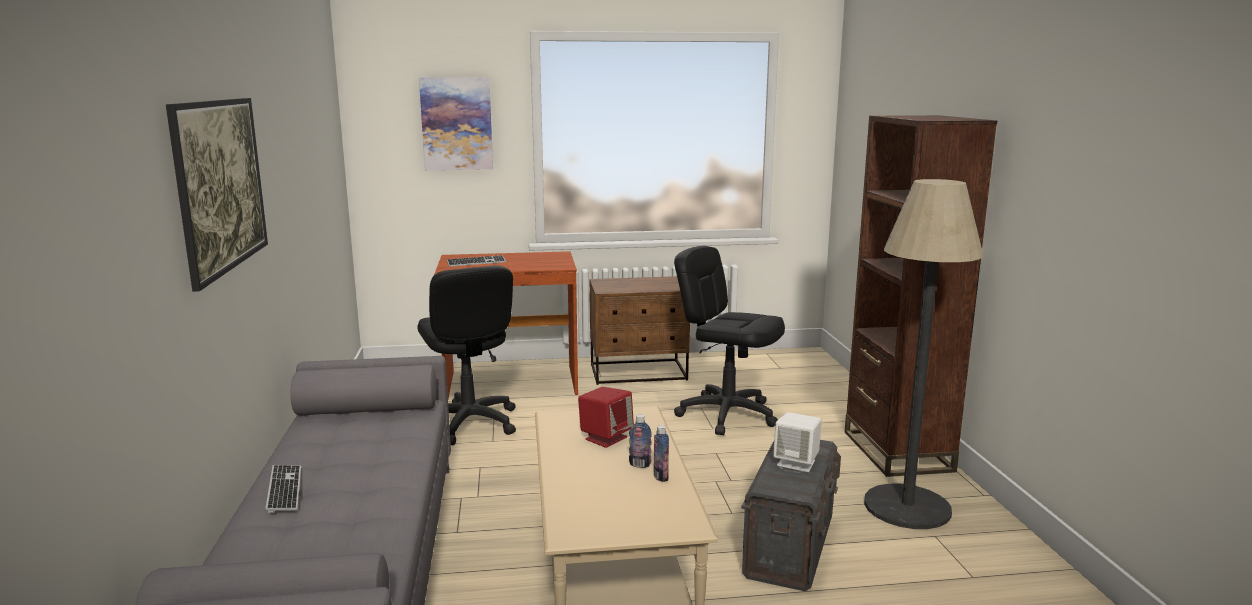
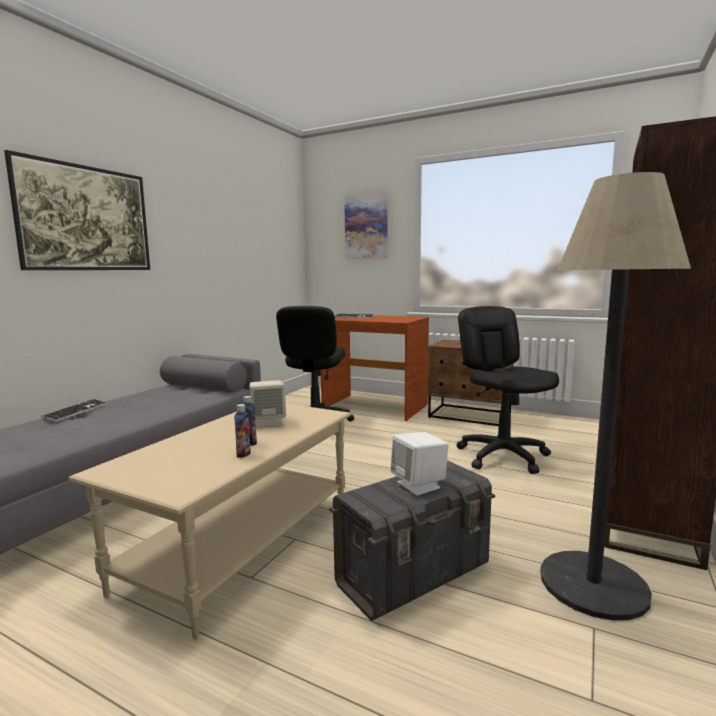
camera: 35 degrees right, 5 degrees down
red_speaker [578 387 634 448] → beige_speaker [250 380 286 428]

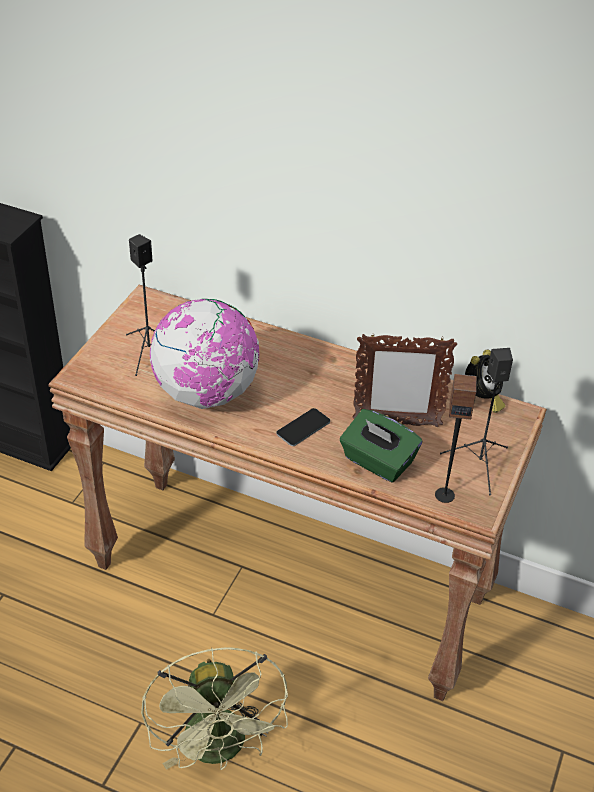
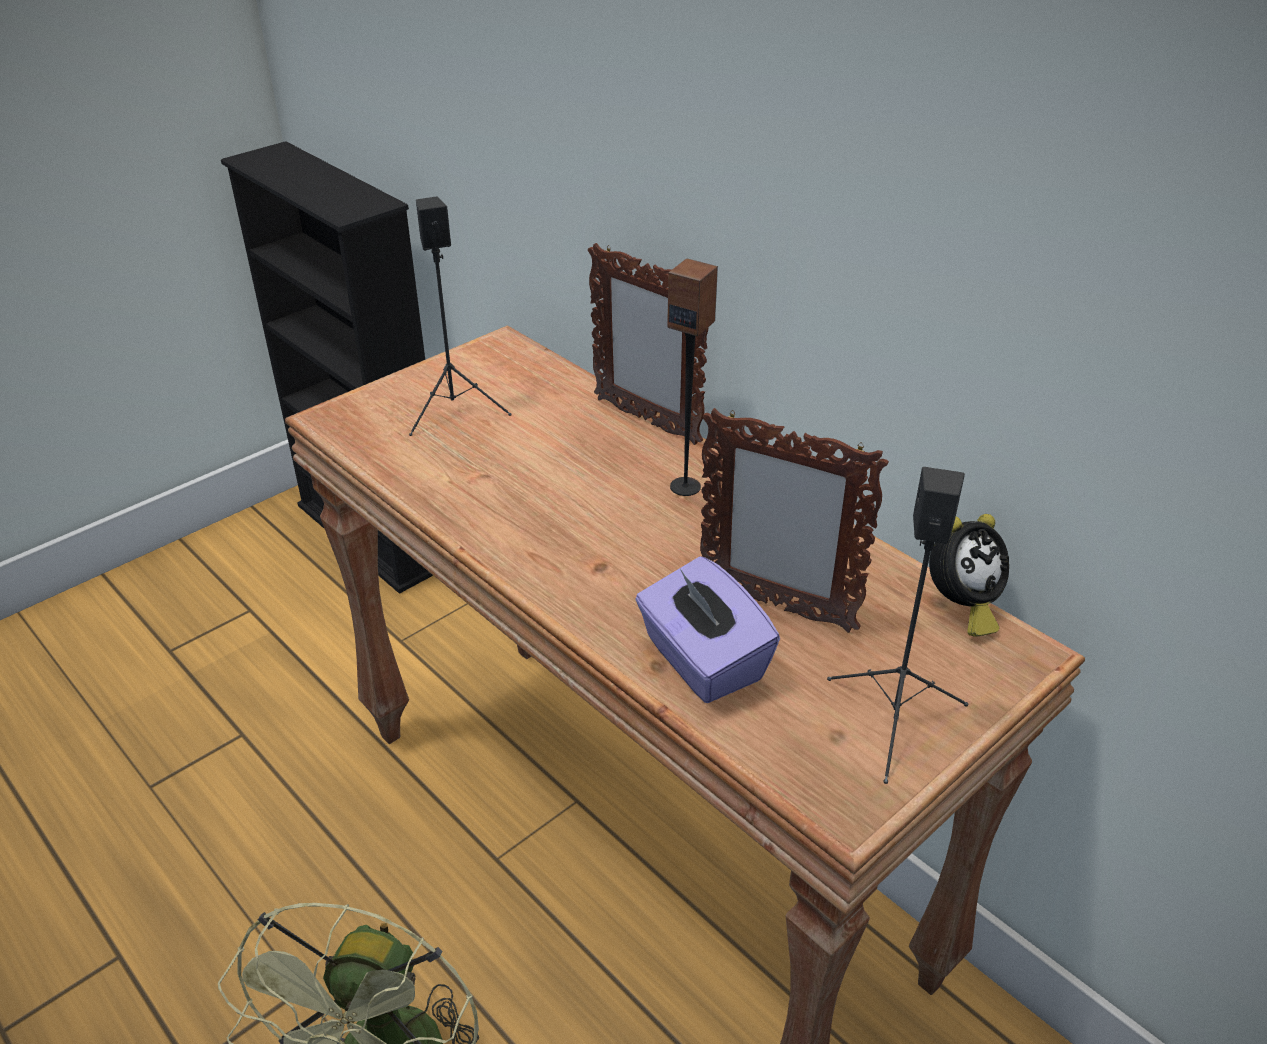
camera: 25 degrees right, 5 degrees down
globe [150 299 260 409] → -
phone [276 408 330 446] → -
green_tissue_box [340 409 422 482] → purple_tissue_box [635 556 780 703]
speaker [435 374 477 503] → speaker [667 258 718 496], move
- → picture_frame [588 243 709 445]

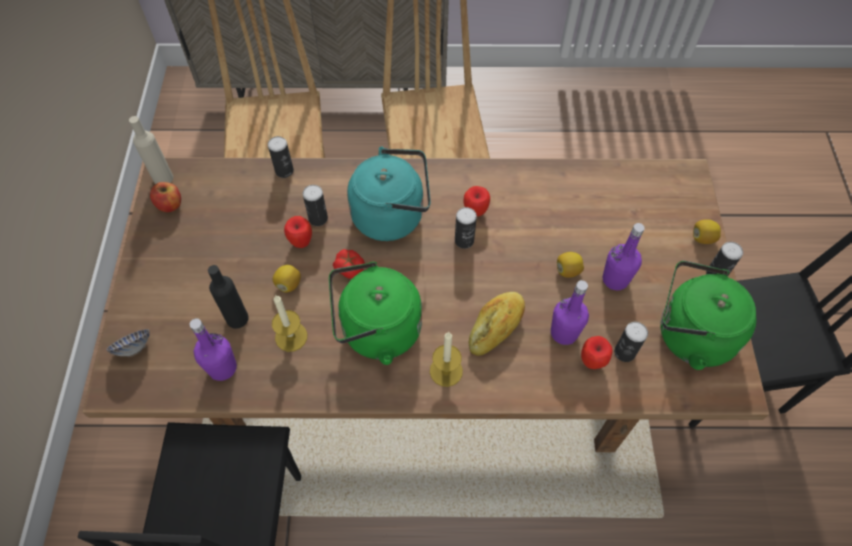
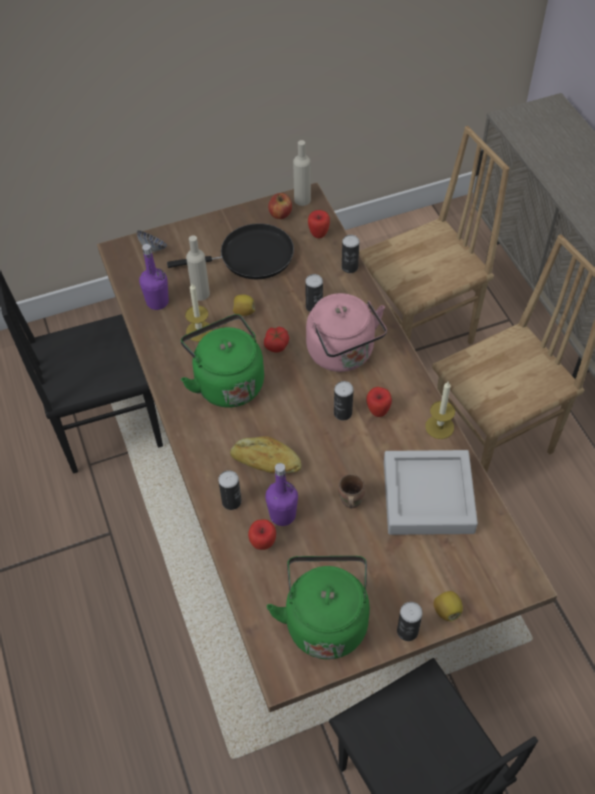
camera: 70 degrees right, 5 degrees down
black_bottle [208 265 249 329] → beige_bottle [186 235 210 301]
apple [284 216 312 248] → apple [308 210 330 238], move
turquoise_kettle [347 147 431 241] → pink_kettle [306 293 387 372]
candle [430 332 463 387] → candle [425 382 455 439], move
lemon [557 252 584 278] → brown_mug [338 474 365 509]
purple_bottle [603 223 645 290] → -
can [614 322 648 362] → can [218 470 242 510], move
- → black_frying_pan [167 223 294 279]
- → grey_tray [384 450 478 535]

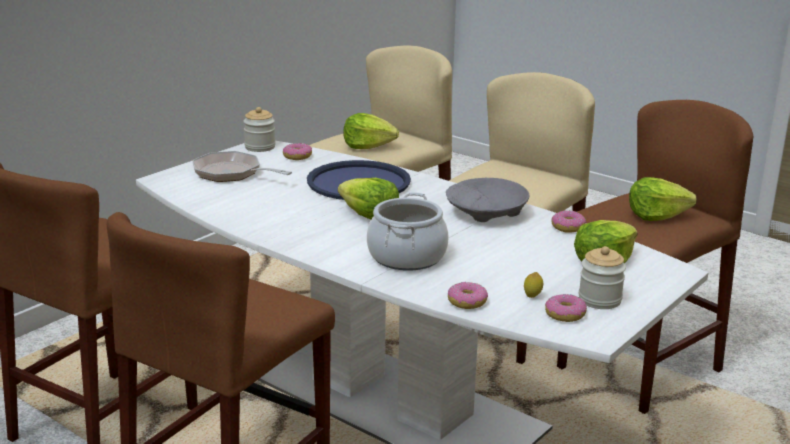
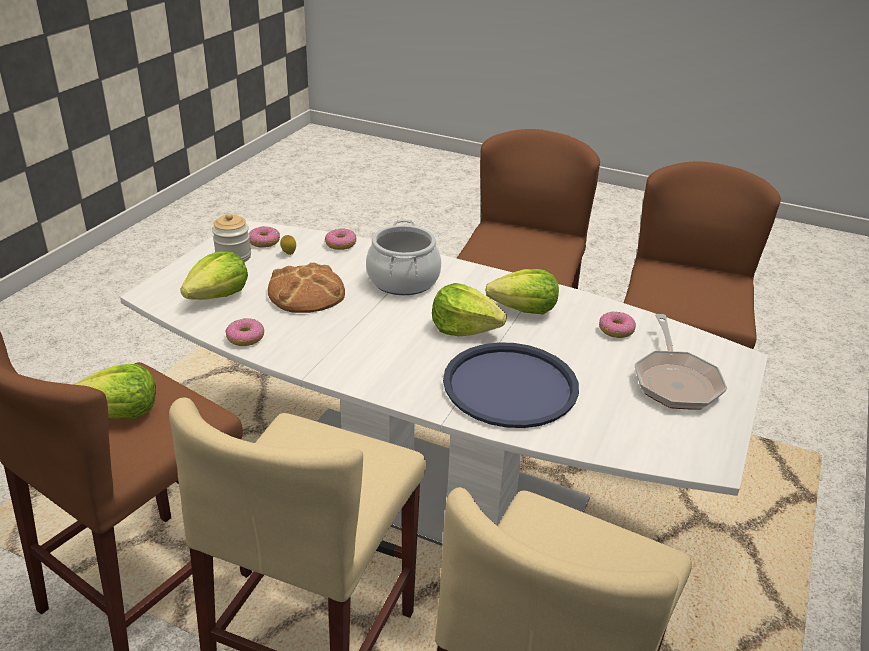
camera: 165 degrees right, 10 degrees up
frying_pan [192 151 292 182] → frying_pan [635 314 727 409], 75 degrees clockwise
jar [243 107 276 152] → -
donut [283 143 312 160] → donut [599 311 636 338], move
lettuce [343 113 399 149] → lettuce [485 269 559 314], move
grey_bowl [446 178 529 222] → -
- → bread [268 262 345 313]

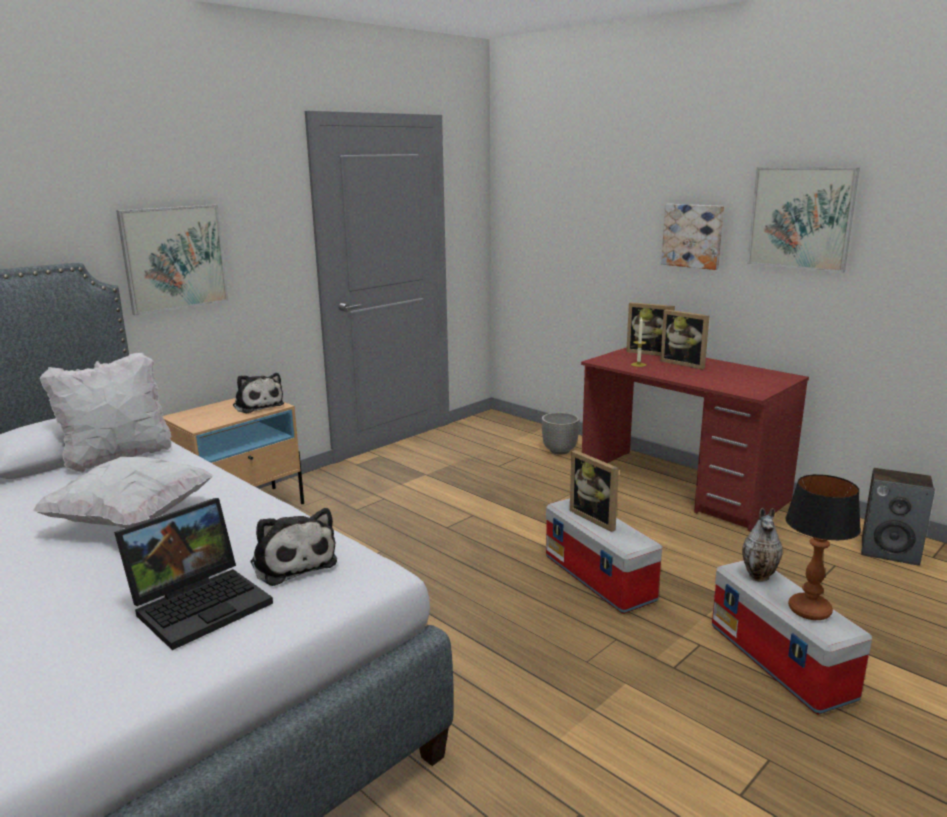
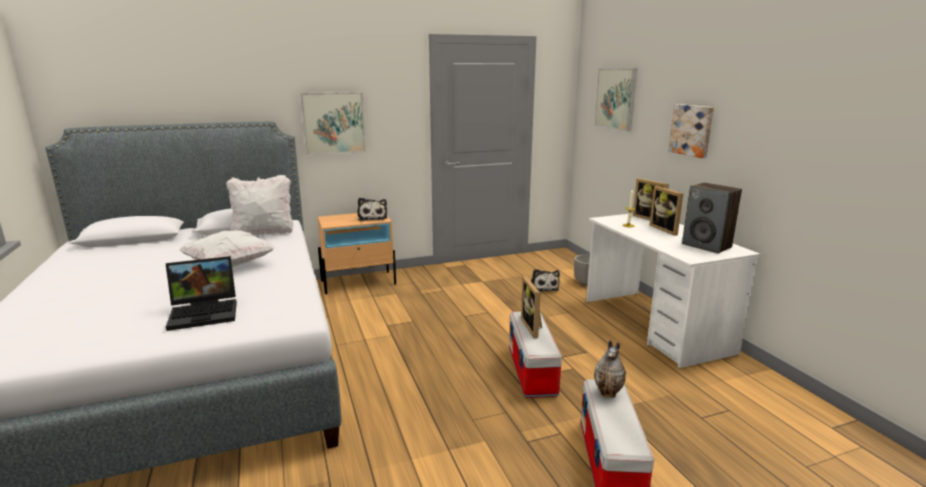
camera: 25 degrees right, 0 degrees up
plush_toy [250 508 337 586] → plush_toy [531 269 560 292], move
red_desk [581 347 809 532] → white_desk [586 213 760 369]
picture [747 167 860 273] → picture [594 68 637 132], move
table_lamp [785 474 861 620] → -
speaker [861 468 935 566] → speaker [682 183 742 254], move

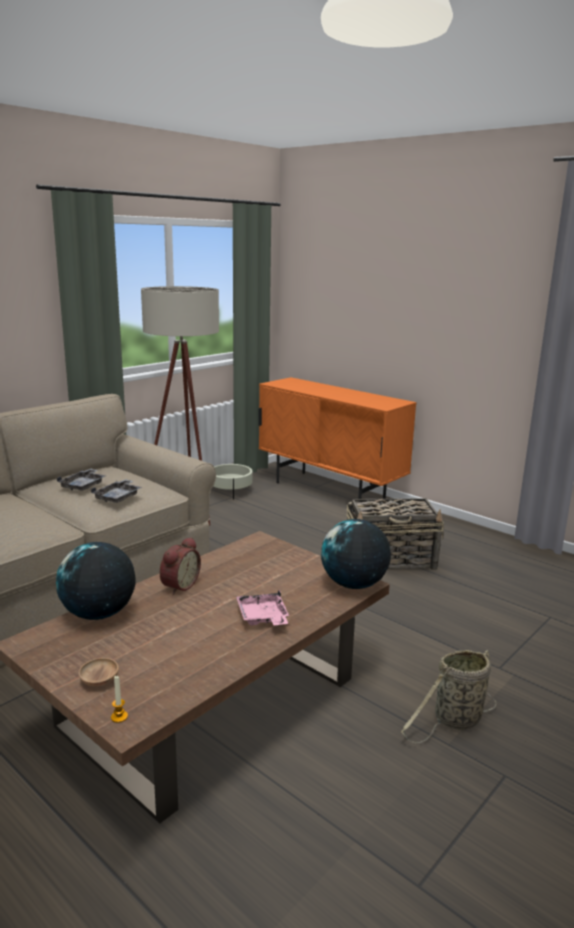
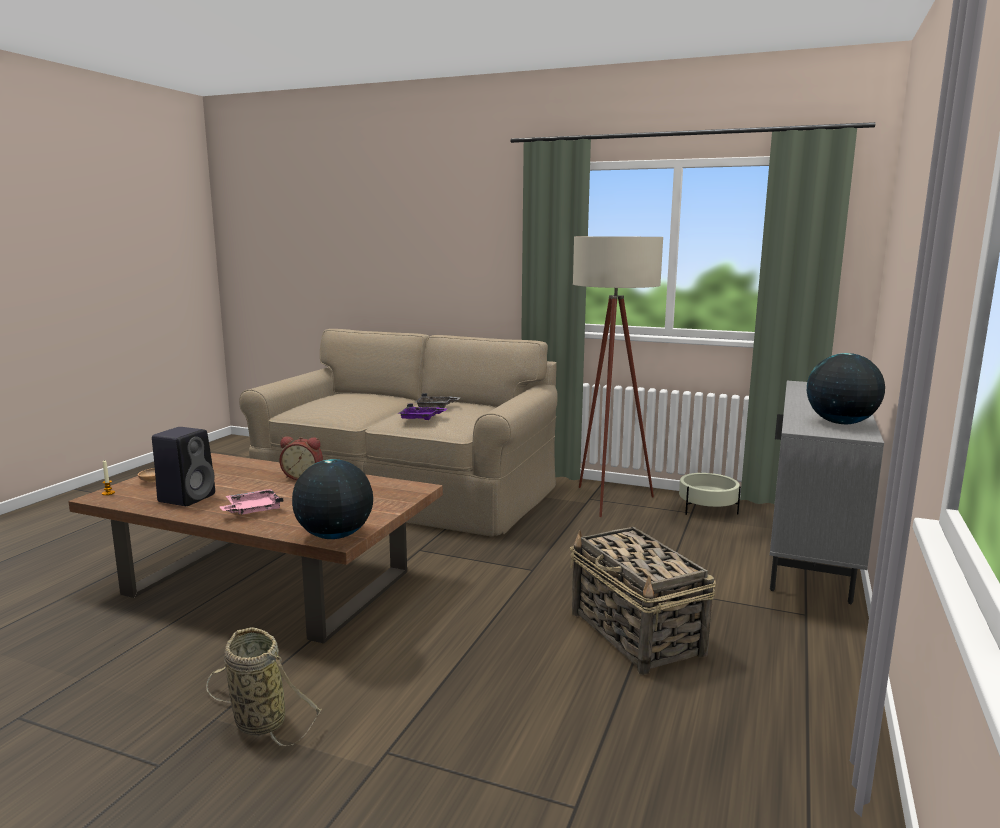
camera: 70 degrees right, 5 degrees down
globe [56 542 136 620] → globe [807 353 885 424], move
grey_tray [91 479 142 503] → purple_tray [398 403 447 420]
orange_cabinet [258 377 416 499] → grey_cabinet [770 381 884 604]
- → black_speaker [152 427 215 506]

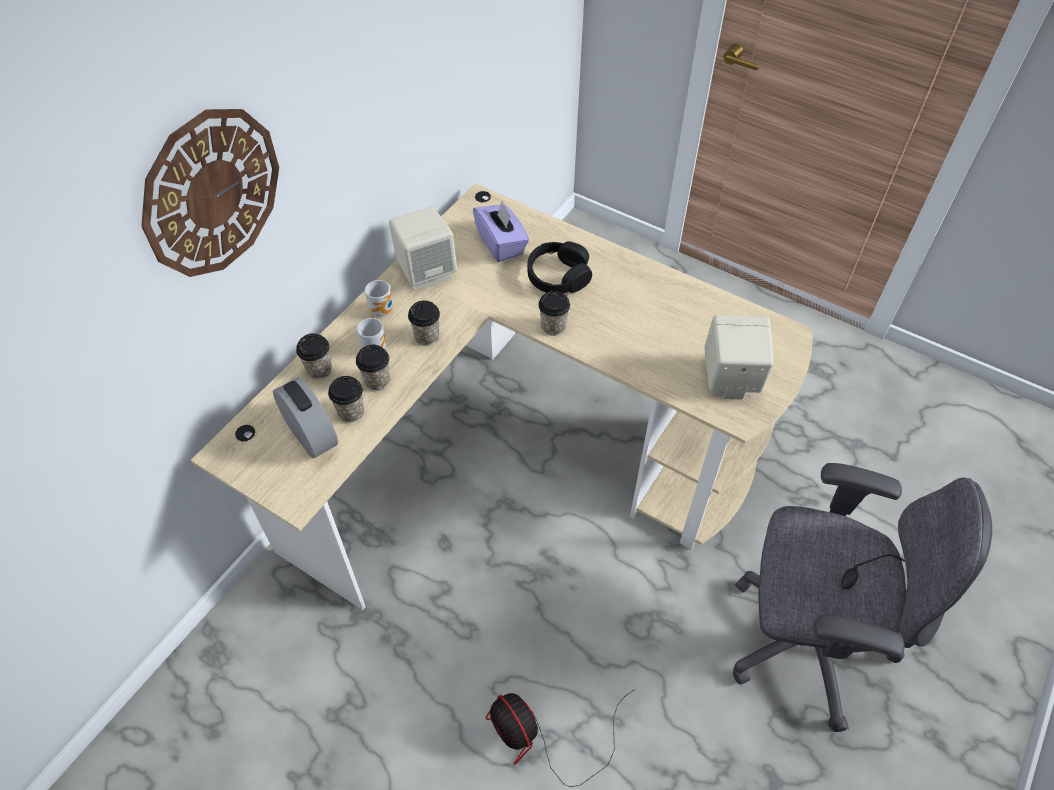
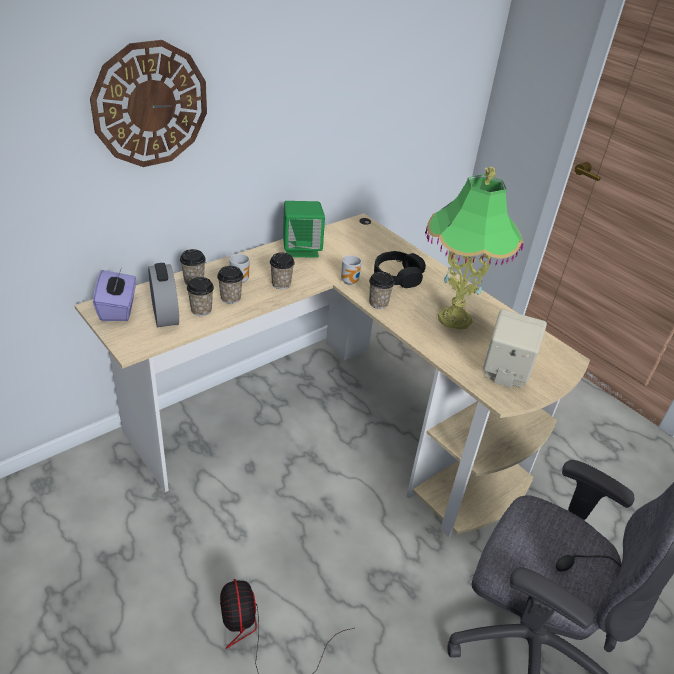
camera: 15 degrees right, 15 degrees down
mug [365 280 392 316] → mug [341 255 362 285], move
beige_speaker [389 207 457 290] → green_speaker [283 201 325 257]
purple_tissue_box [473 201 529 262] → purple_tissue_box [93 270 136 321], move
- → table_lamp [425 167 524 329]

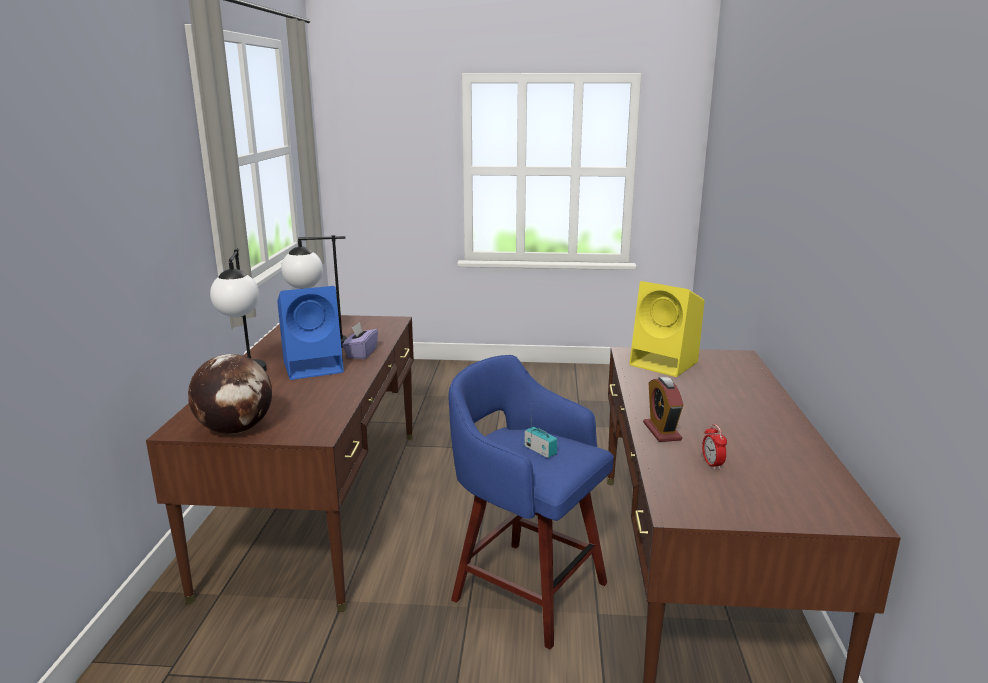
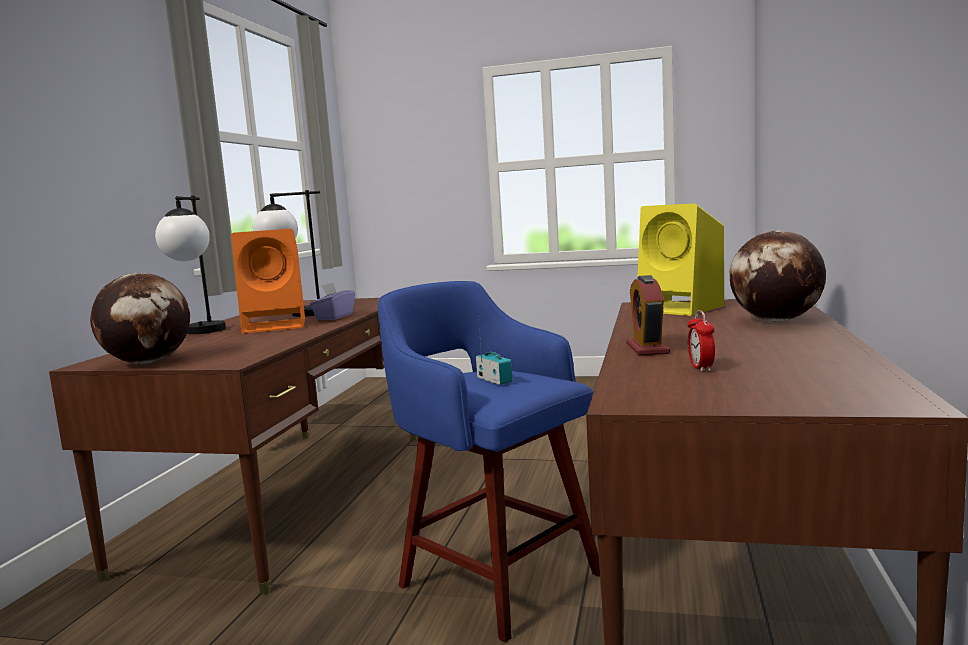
camera: 10 degrees right, 10 degrees down
blue_speaker [277 286 344 380] → orange_speaker [231 229 305 334]
- → globe [730 230 826 321]

